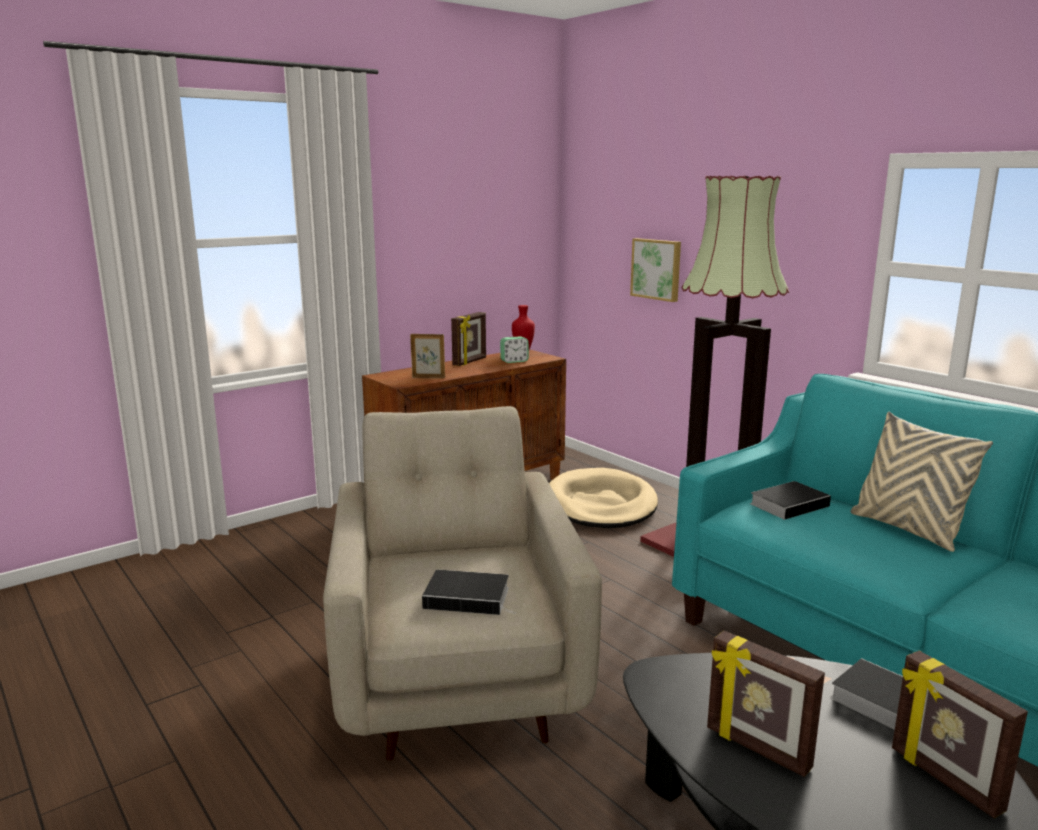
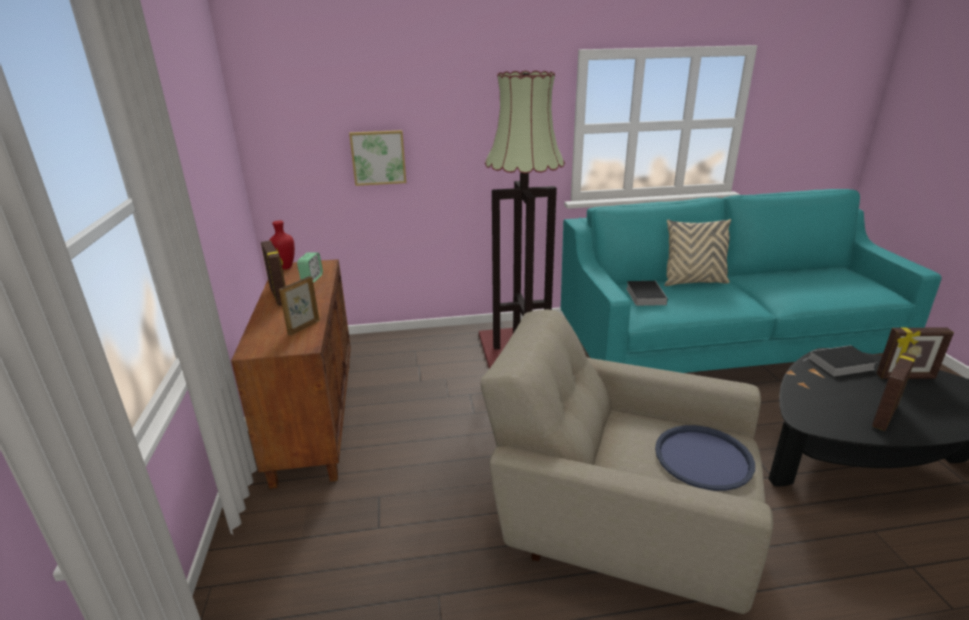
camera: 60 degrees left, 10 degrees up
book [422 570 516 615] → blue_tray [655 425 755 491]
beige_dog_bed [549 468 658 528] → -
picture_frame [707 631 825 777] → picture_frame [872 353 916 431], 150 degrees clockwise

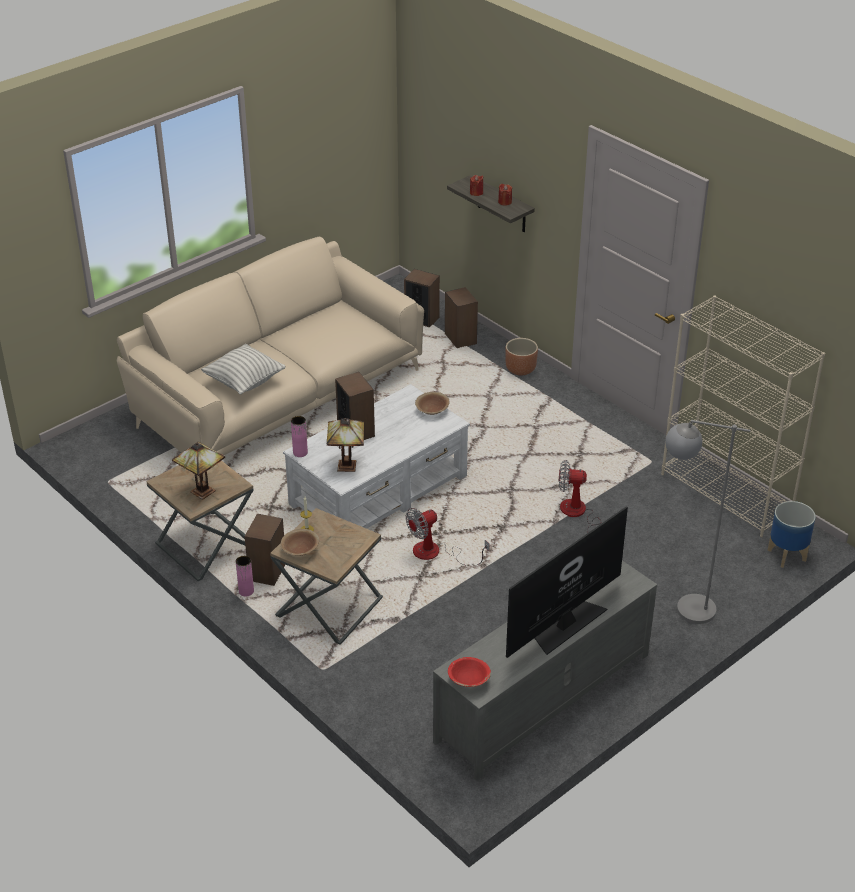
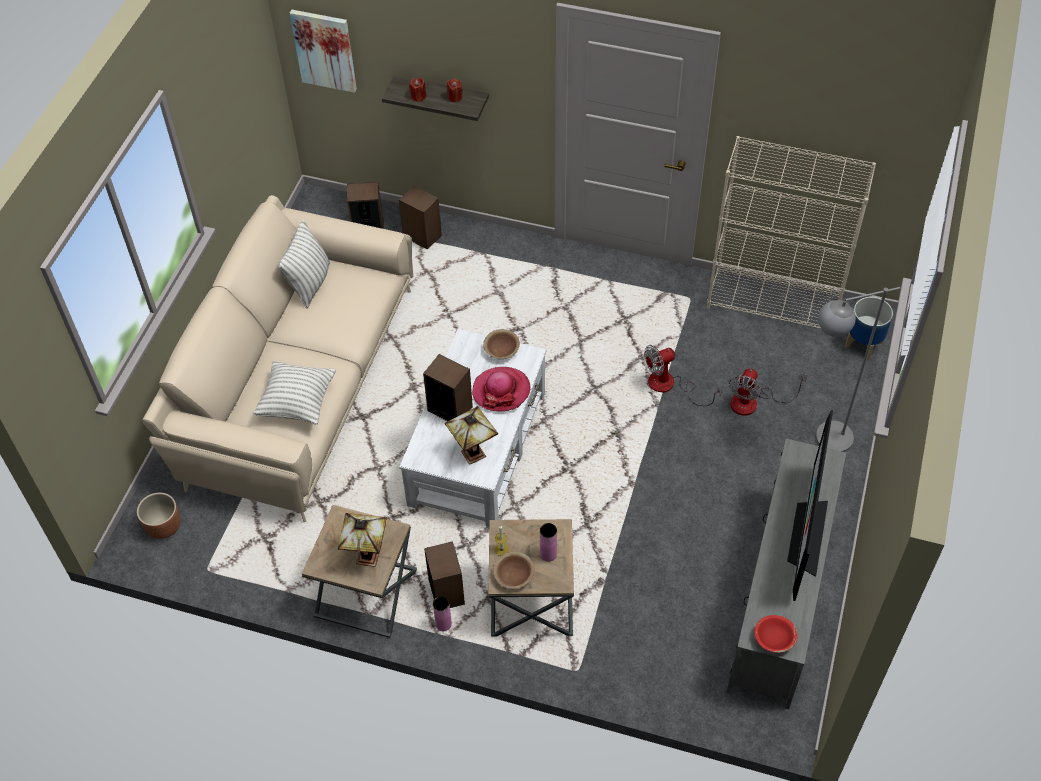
camera: 30 degrees left, 15 degrees up
pink_vase [291 416 308 457] → pink_vase [540 523 557 562], move
fan [406 508 489 565] → fan [729 368 807 416], move
brown_planter [505 338 538 376] → brown_planter [137 493 181 539], move
- → pillow [279 220 331 309]
- → picture [290 10 357 93]
- → hat [472 367 530 411]

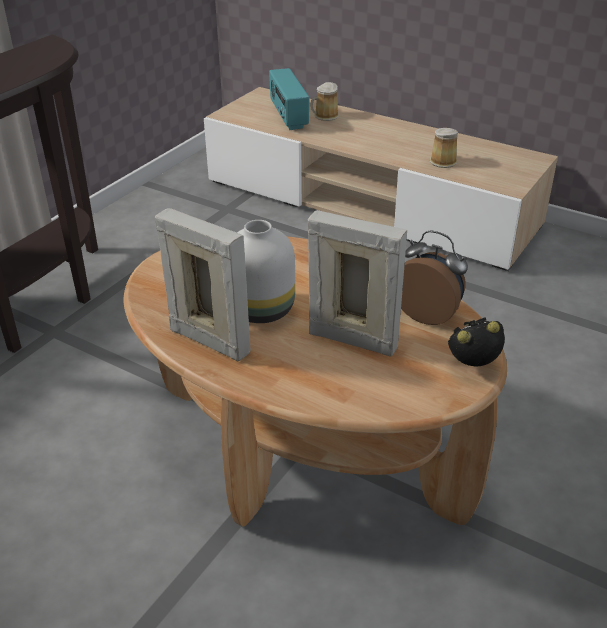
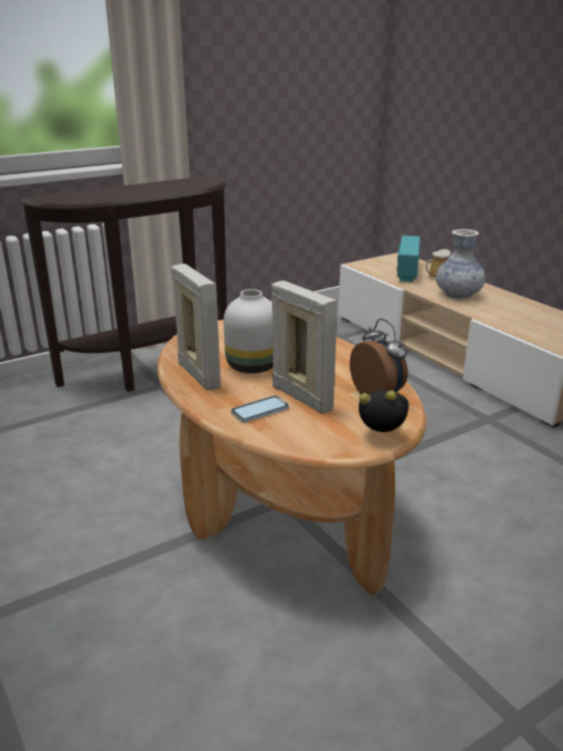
camera: 25 degrees right, 10 degrees down
mug [430 128 458 168] → -
- → phone [231 396 289 422]
- → vase [436 229 485 299]

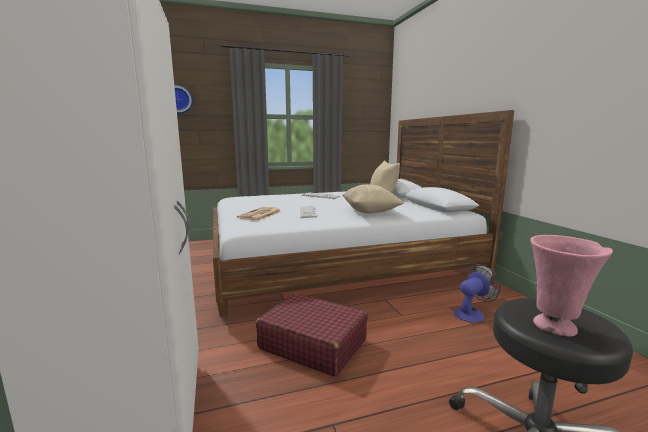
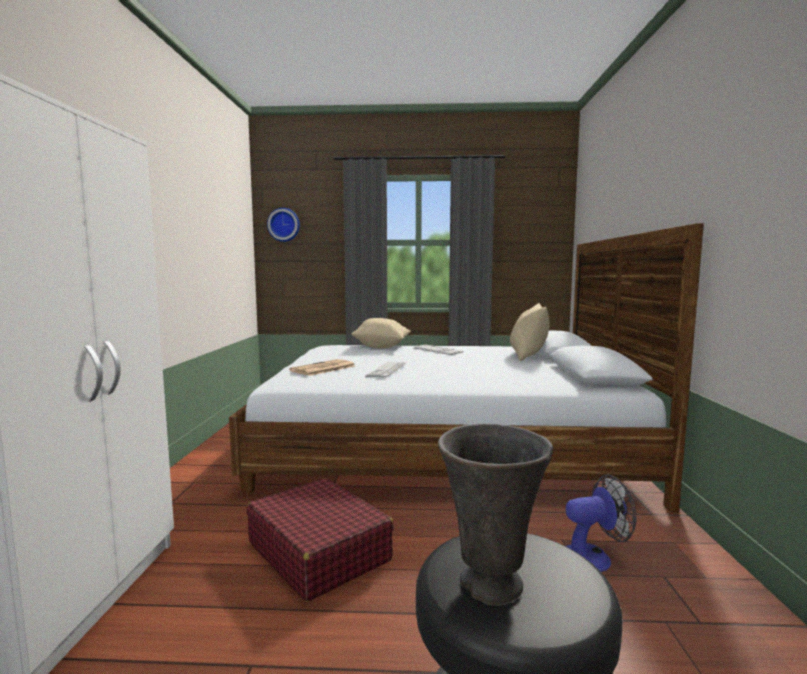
camera: 20 degrees right, 5 degrees down
beige_pillow [342 184 404 213] → beige_pillow [351 318 411 348], move
pink_vase [530 235 613 337] → grey_vase [438 424 553 605]

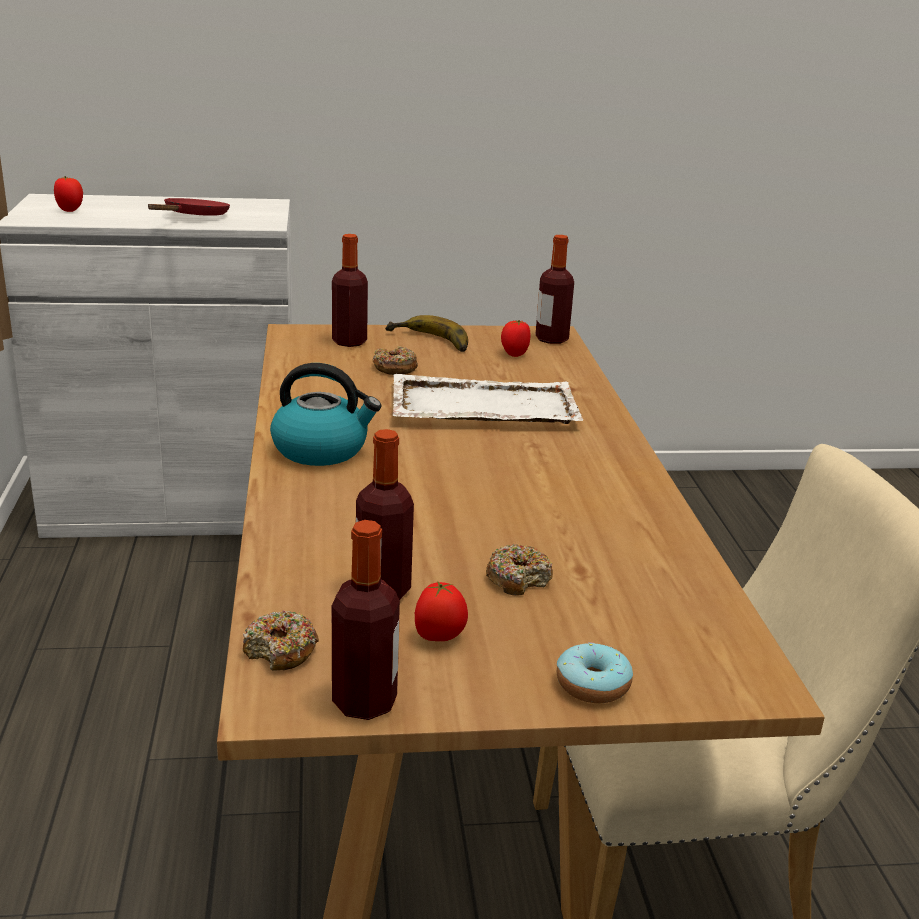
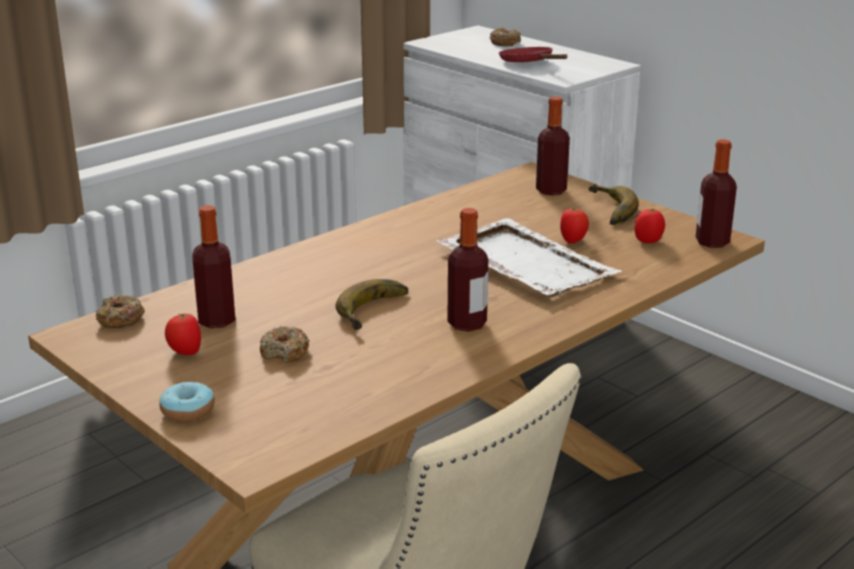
camera: 55 degrees right, 0 degrees up
tomato [54 176 83 212] → tomato [560 208 589 243], move
red_frying_pan [148 198 230 216] → red_frying_pan [499 47 567 62], 105 degrees counterclockwise
kettle [270 363 381 466] → -
bottle [332 520 400 720] → bottle [447 208 488 332], move
donut [373 346 418 375] → donut [490 28 521 46], move
- → banana [335 279 408 330]

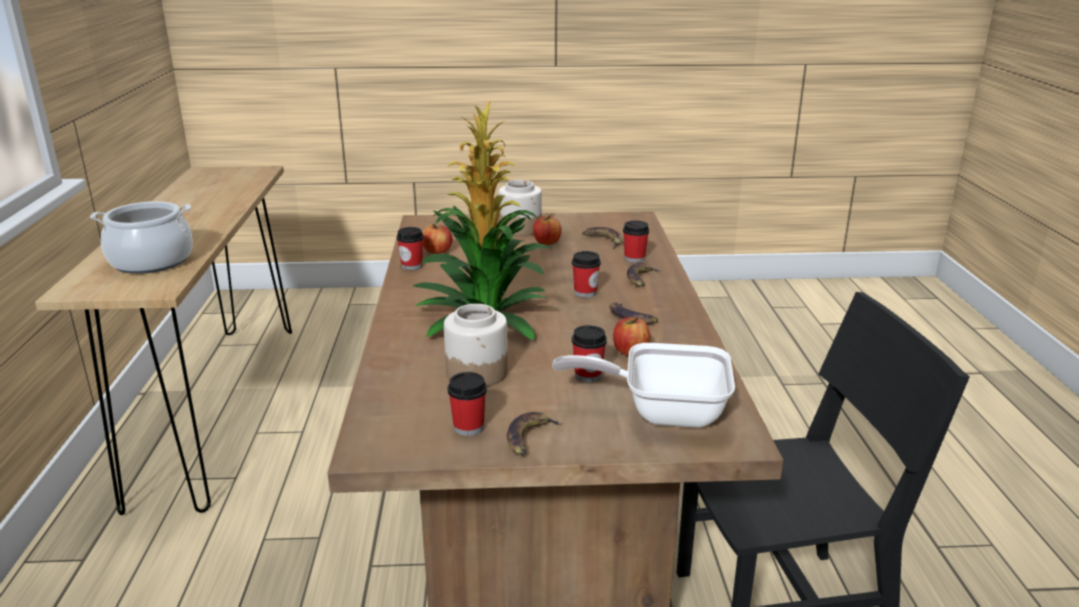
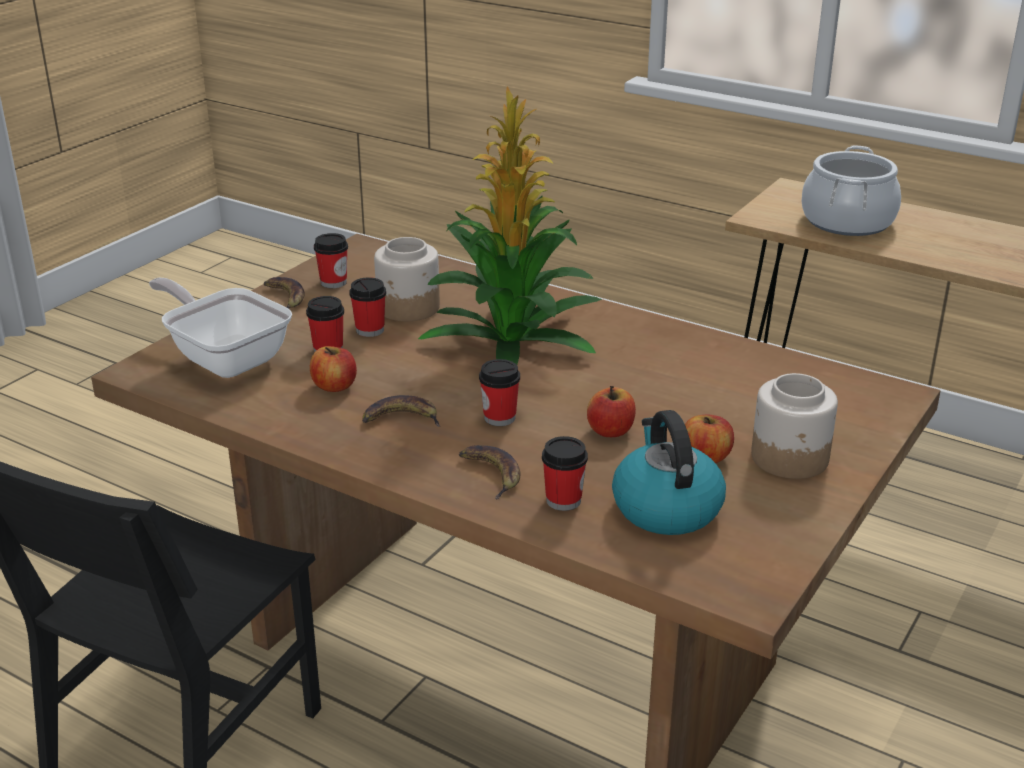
camera: 125 degrees right, 5 degrees up
cup [396 227 424 270] → cup [349 277 386 337], move
apple [422 224 453 254] → apple [587 386 636 437], move
frying_pan [552 343 735 428] → frying_pan [149 278 292 378], 90 degrees counterclockwise
banana [582 227 623 249] → kettle [612 410 726 535]

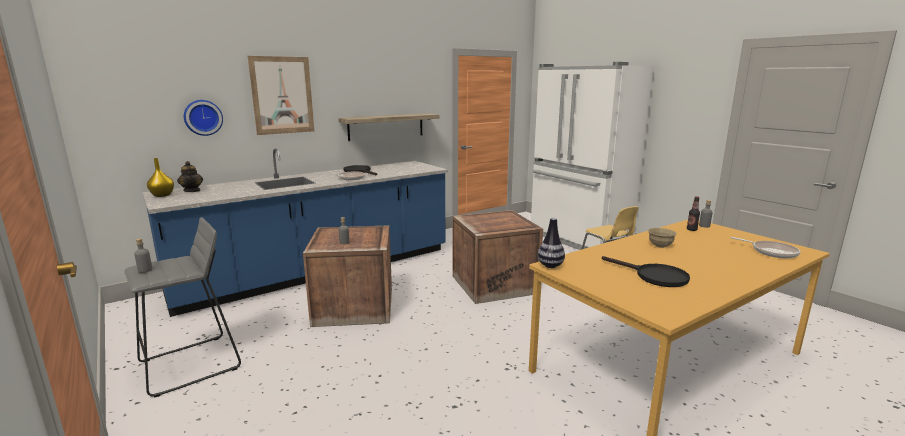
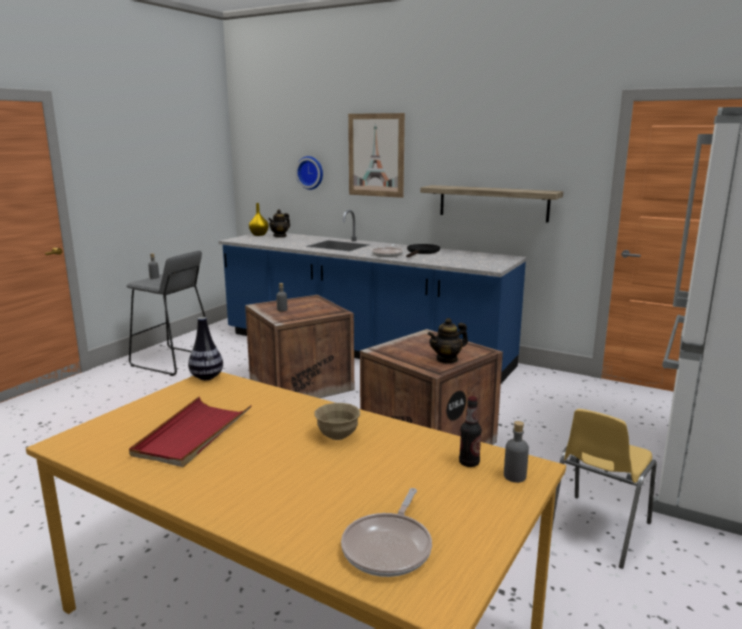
camera: 65 degrees right, 0 degrees up
black_frying_pan [602 256 690 287] → red_tray [129 397 252 467]
- → teapot [428 318 468 364]

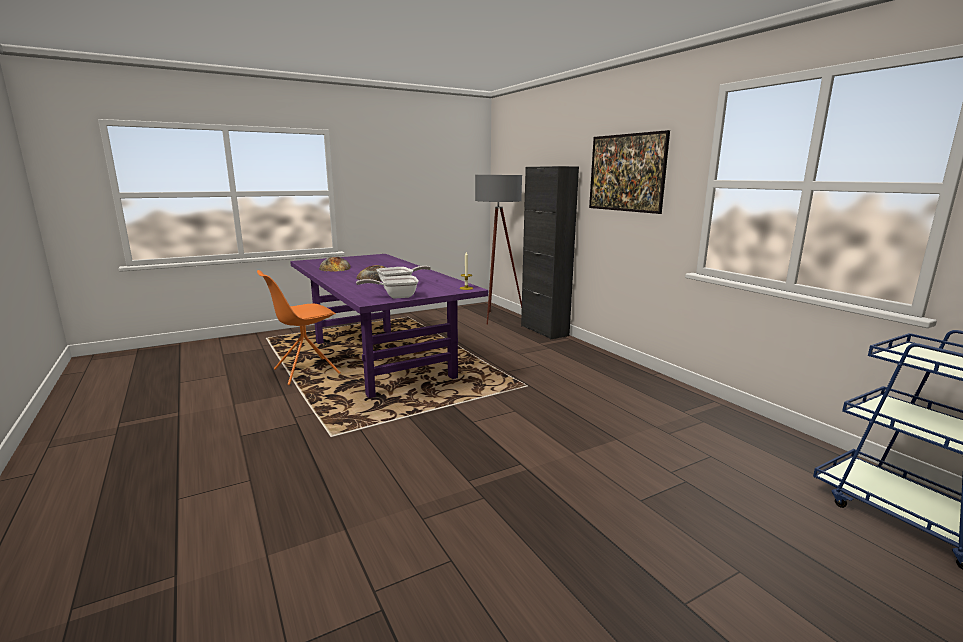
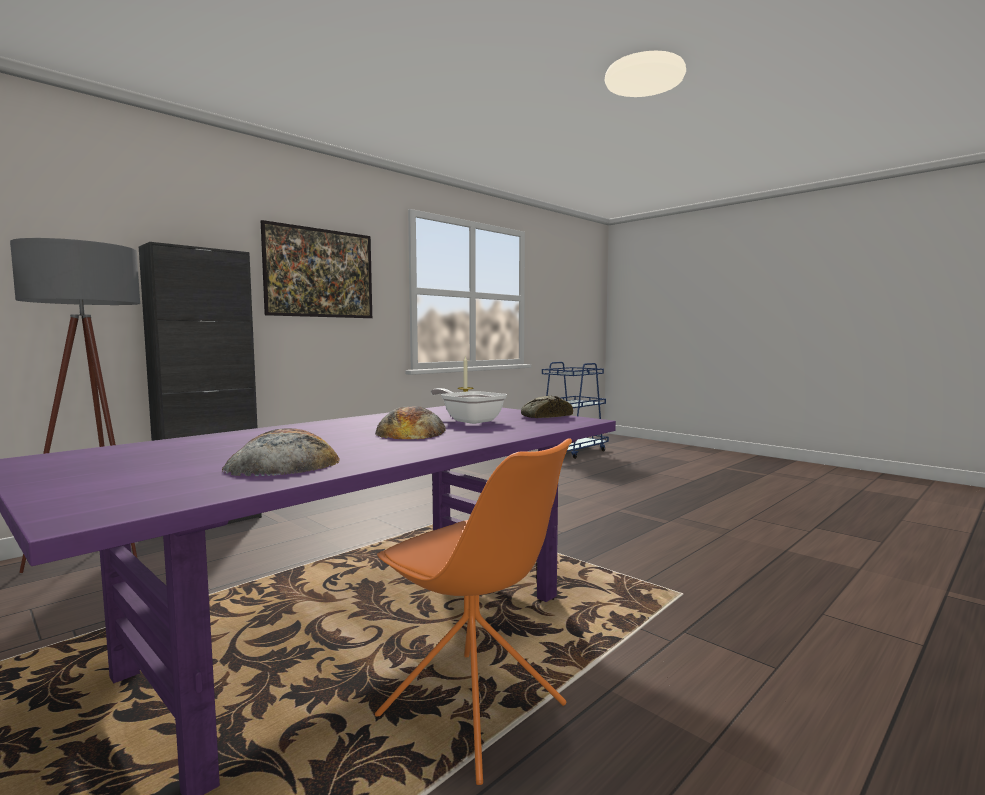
camera: 105 degrees left, 10 degrees down
frying_pan [356 276 419 299] → bread [521 396 573 418]

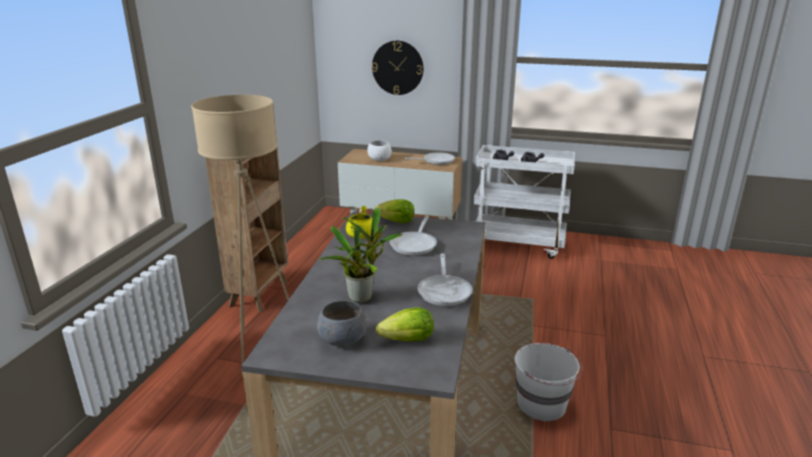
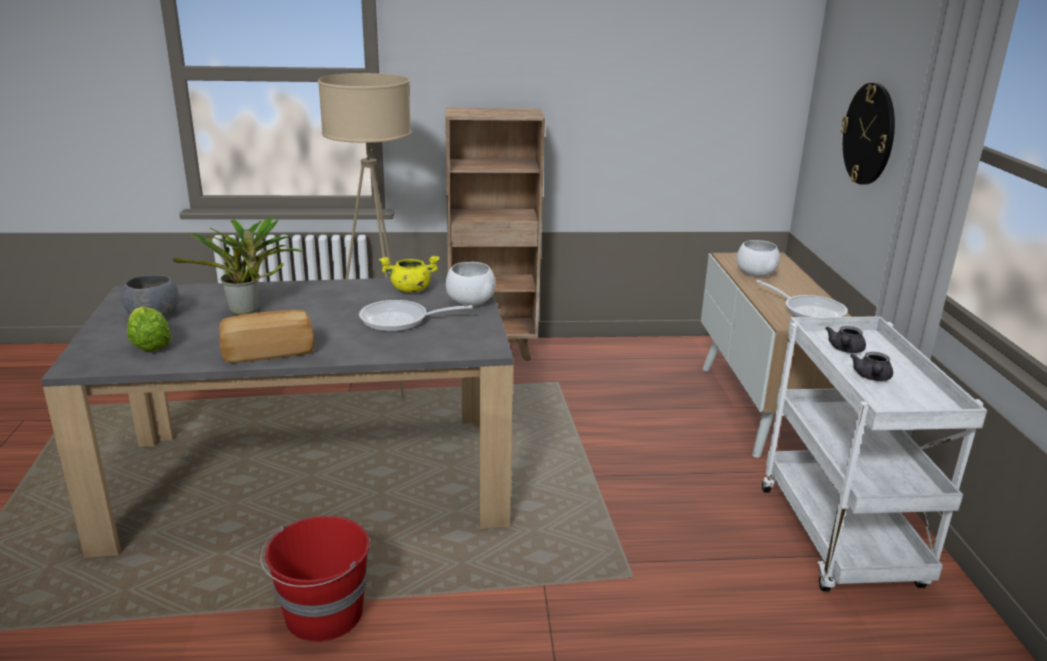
camera: 70 degrees right, 0 degrees up
lettuce [375 199 414 223] → white_bowl [446 262 496 306]
frying_pan [417 254 472 306] → bread [219 310 314 363]
white_bucket [514 343 583 421] → red_bucket [260 516 370 642]

